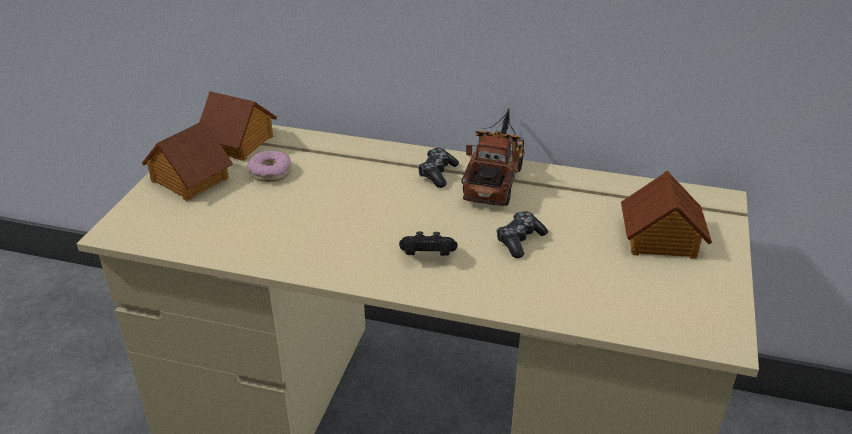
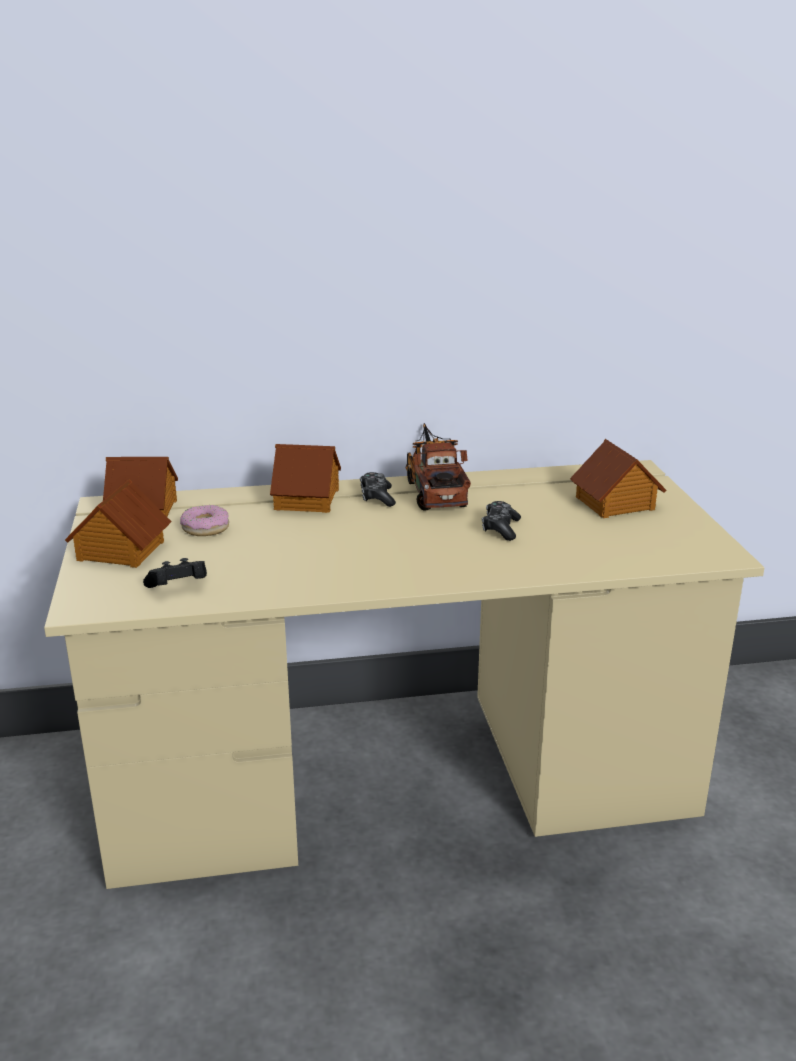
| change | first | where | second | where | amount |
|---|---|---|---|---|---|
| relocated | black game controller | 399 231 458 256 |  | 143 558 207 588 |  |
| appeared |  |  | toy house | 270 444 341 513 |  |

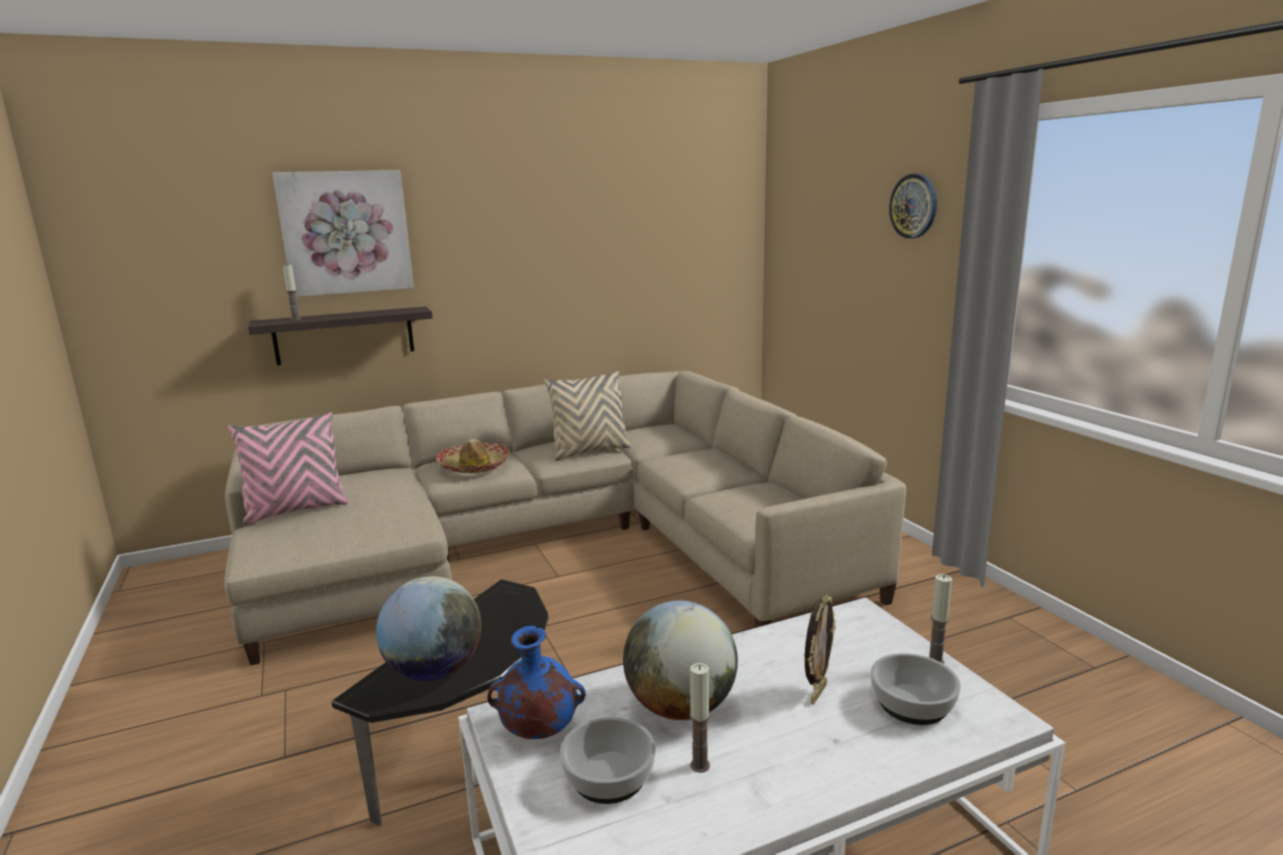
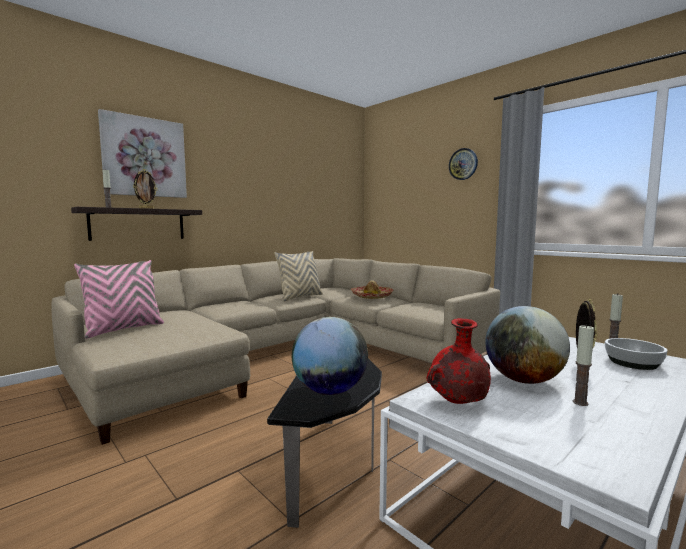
| change | first | where | second | where | amount |
|---|---|---|---|---|---|
| appeared |  |  | picture frame | 133 169 158 209 |  |
| relocated | hat | 436 439 510 473 |  | 351 280 393 299 |  |
| colour | blue vase | 487 626 586 739 | red vase | 427 318 491 404 |  |
| missing | bowl | 560 717 656 804 |  |  |  |

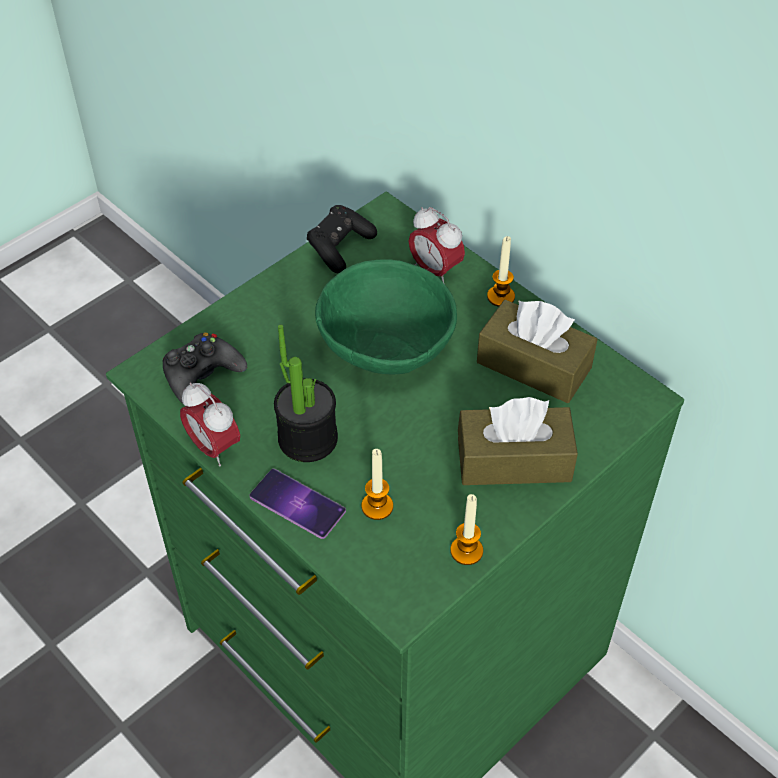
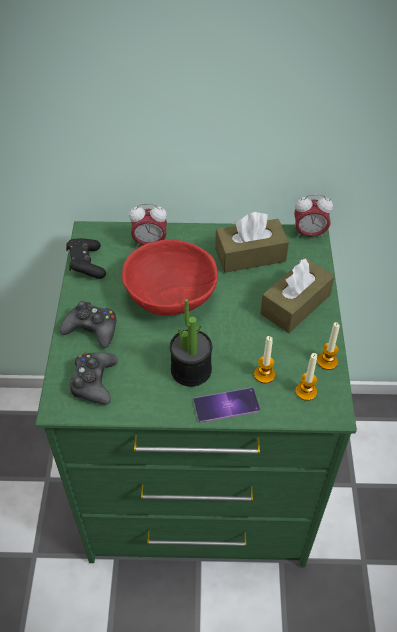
| change | first | where | second | where | amount |
|---|---|---|---|---|---|
| appeared |  |  | black game controller | 60 301 116 348 |  |
| colour | green bowl | 315 259 457 375 | red bowl | 122 239 218 316 |  |
| relocated | alarm clock | 180 382 240 466 |  | 294 194 333 239 |  |
| relocated | candle | 487 236 515 307 |  | 296 353 317 401 |  |

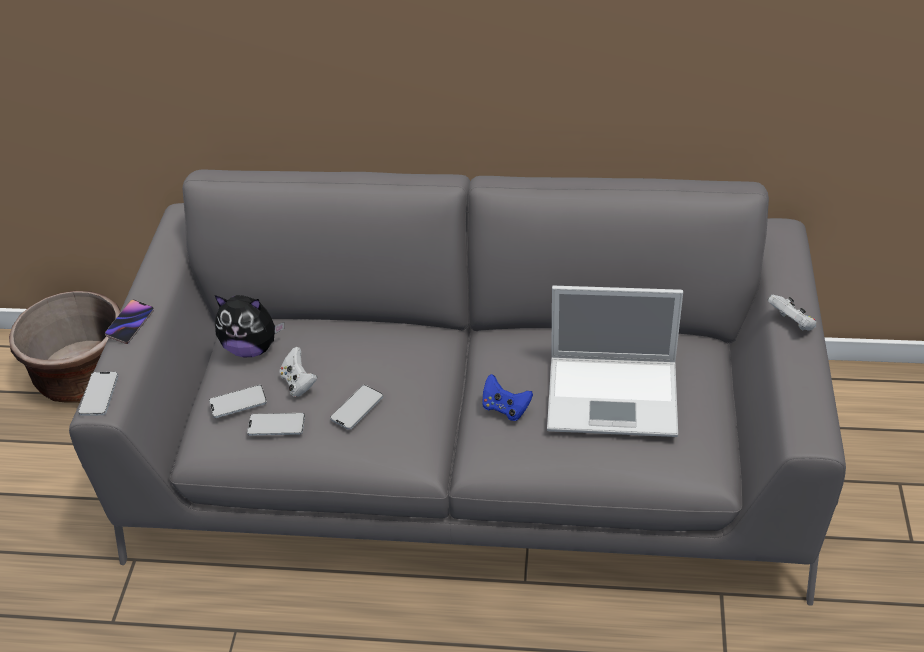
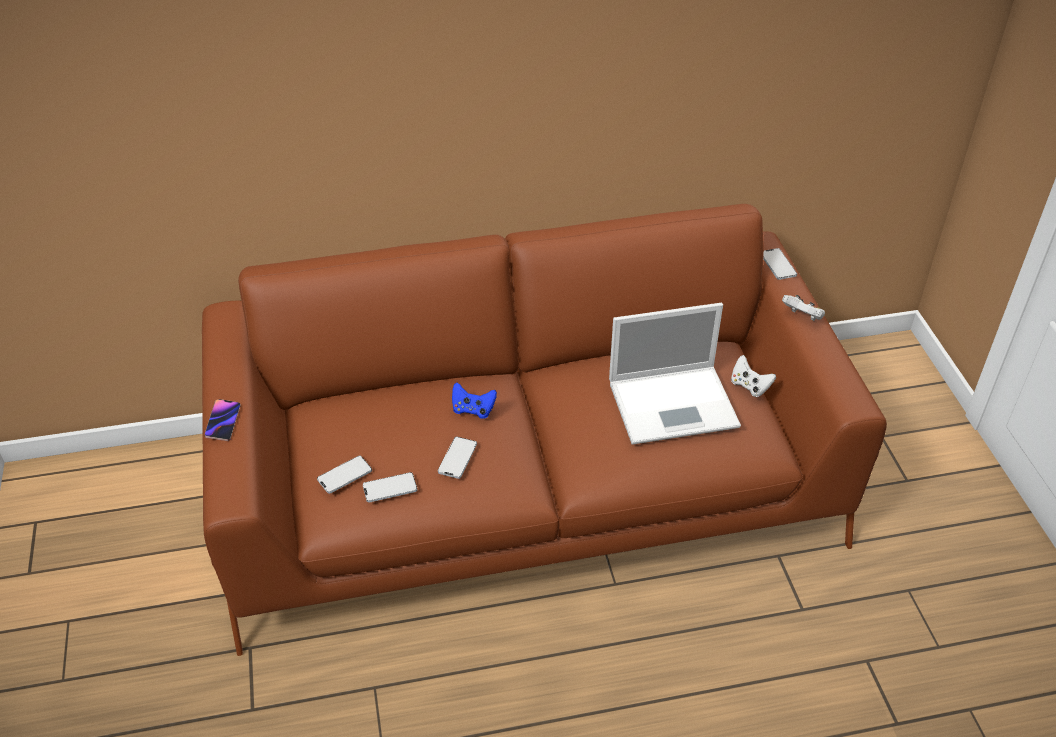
| change | first | where | second | where | amount |
|---|---|---|---|---|---|
| colour | grey sofa | 69 169 846 606 | brown sofa | 202 204 887 656 |  |
| relocated | blue game controller | 482 374 533 421 |  | 452 382 497 419 |  |
| relocated | white game controller | 279 347 317 397 |  | 731 355 776 397 |  |
| relocated | phone | 78 372 119 416 |  | 763 248 797 280 |  |
| missing | brown planter | 9 291 120 403 |  |  |  |
| missing | plush toy | 215 295 284 357 |  |  |  |

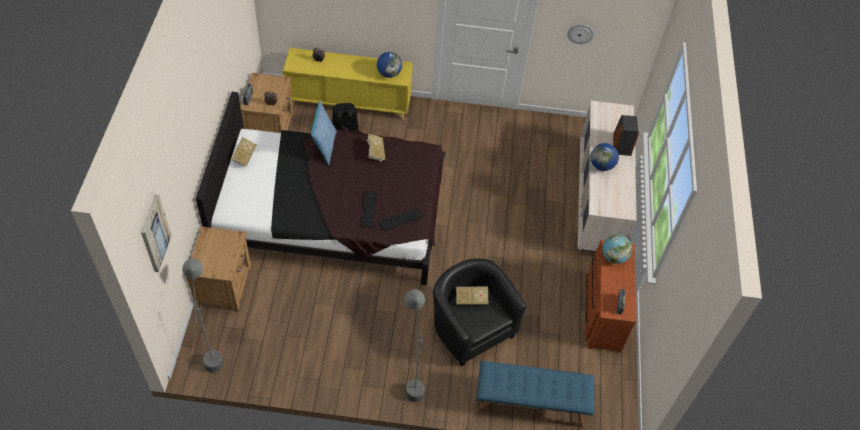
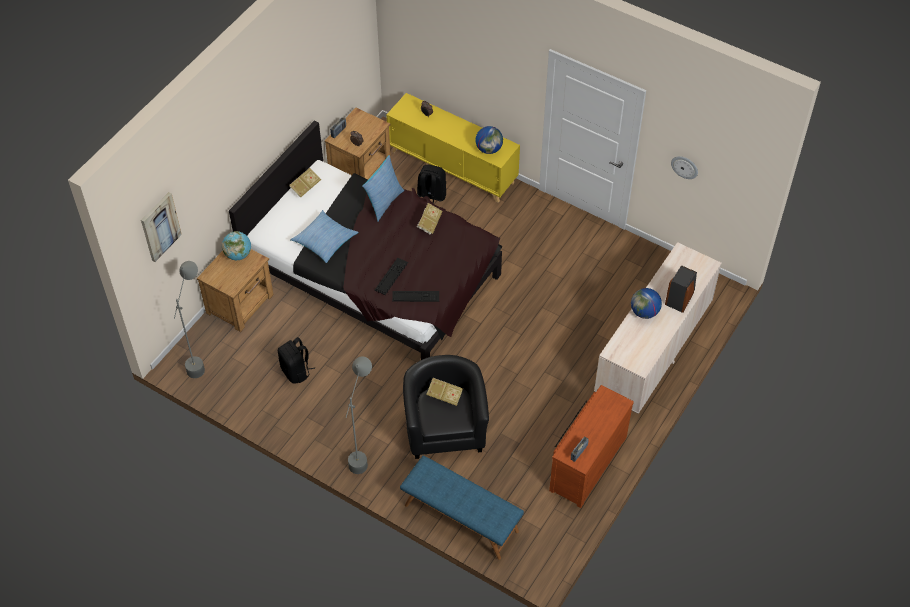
| change | first | where | second | where | amount |
|---|---|---|---|---|---|
| relocated | globe | 602 234 632 264 |  | 222 231 251 260 |  |
| appeared |  |  | black backpack | 278 337 315 383 |  |
| appeared |  |  | pillow | 290 210 358 263 |  |

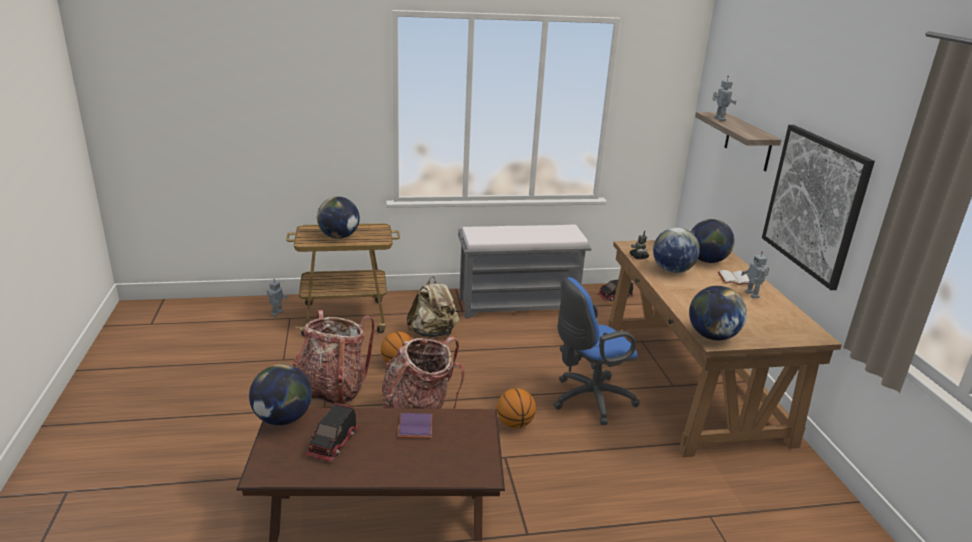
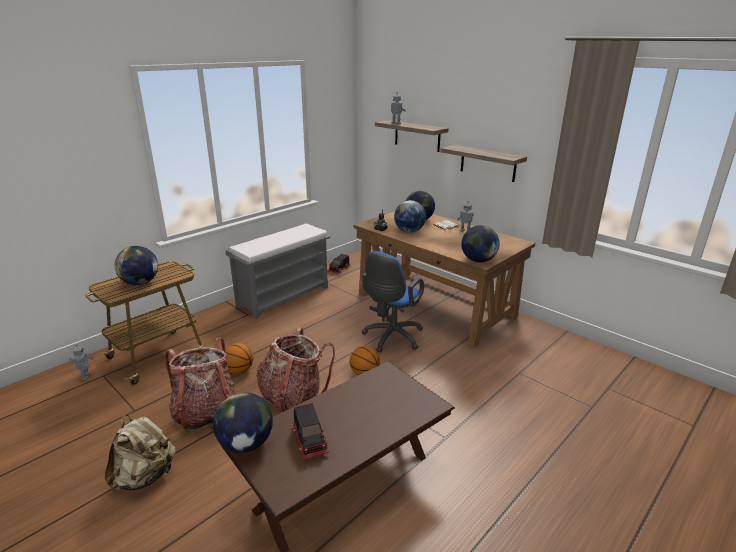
| change | first | where | second | where | amount |
|---|---|---|---|---|---|
| relocated | beige backpack | 407 276 459 337 |  | 105 414 176 491 |  |
| exchanged | picture | 762 125 875 290 | shelf | 440 145 527 182 |  |
| missing | purple book | 397 413 433 438 |  |  |  |

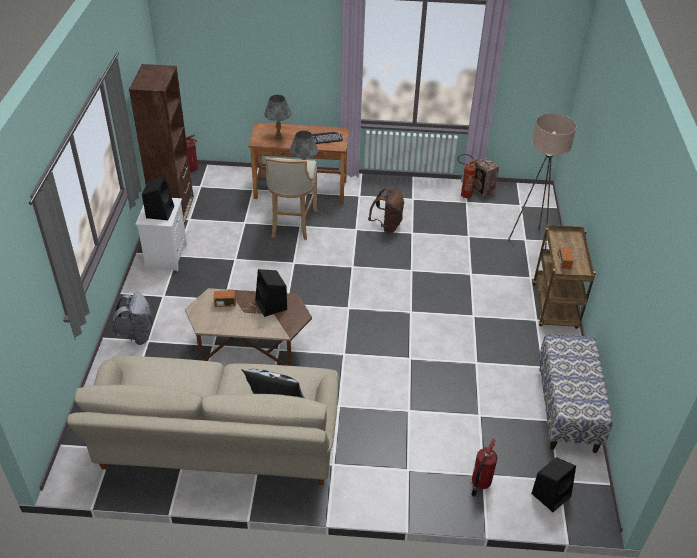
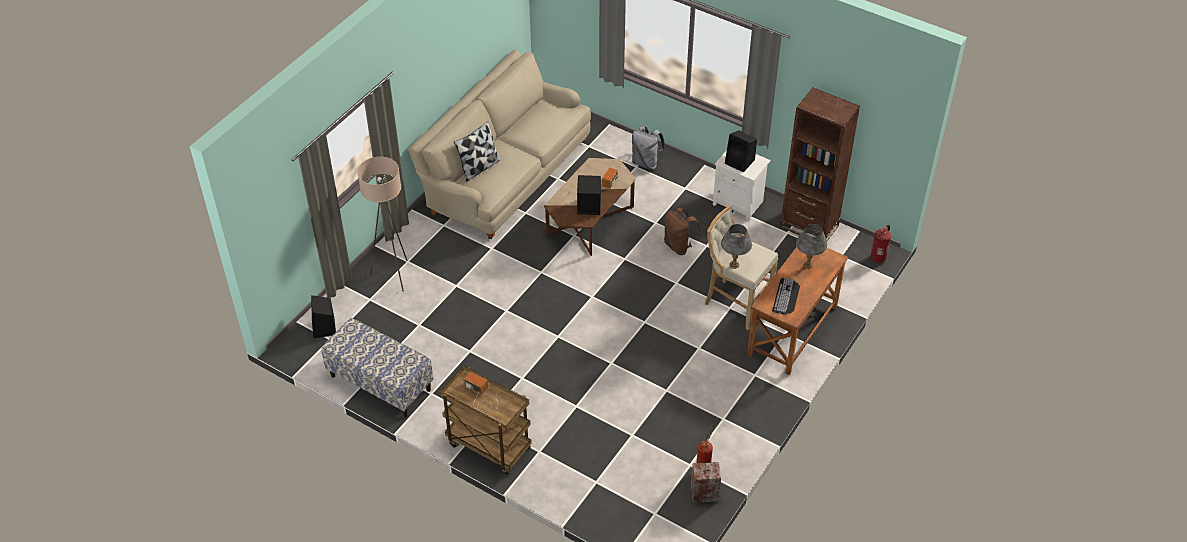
| change | first | where | second | where | amount |
|---|---|---|---|---|---|
| relocated | beige floor lamp | 508 113 577 249 |  | 357 157 408 291 |  |
| relocated | brown backpack | 368 187 404 234 |  | 664 208 702 255 |  |
| missing | fire extinguisher | 471 439 497 497 |  |  |  |

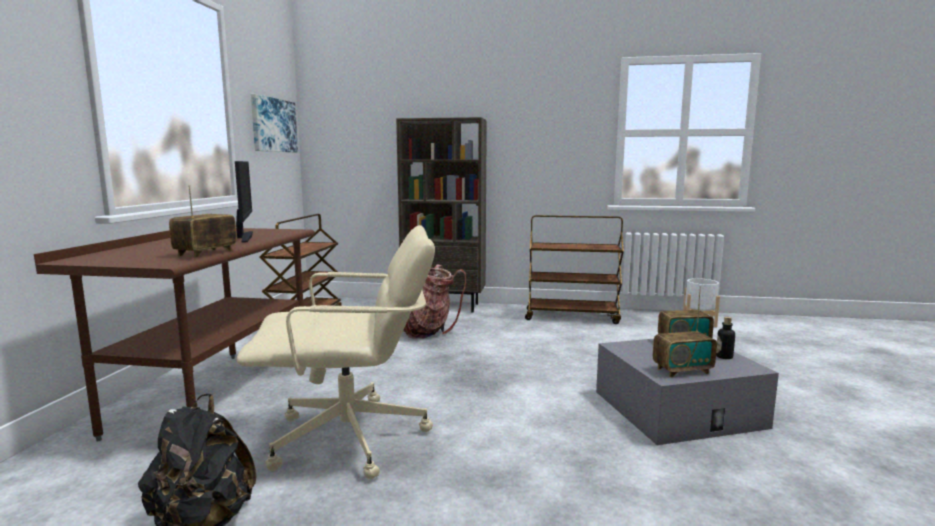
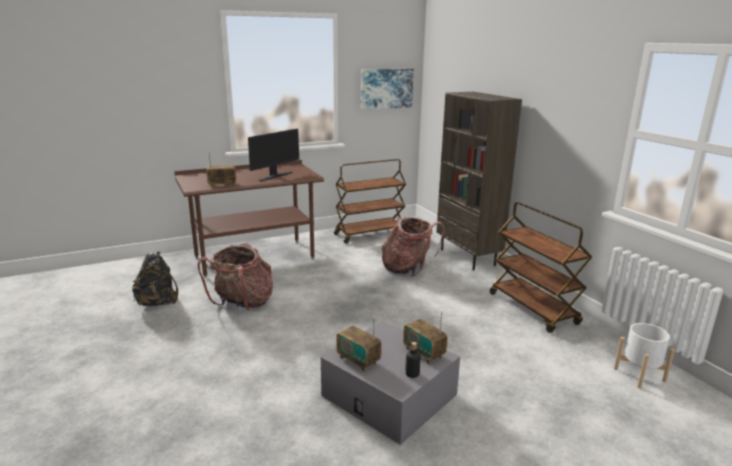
| change | first | where | second | where | amount |
|---|---|---|---|---|---|
| exchanged | beige office chair | 236 225 435 479 | backpack | 198 243 273 311 |  |

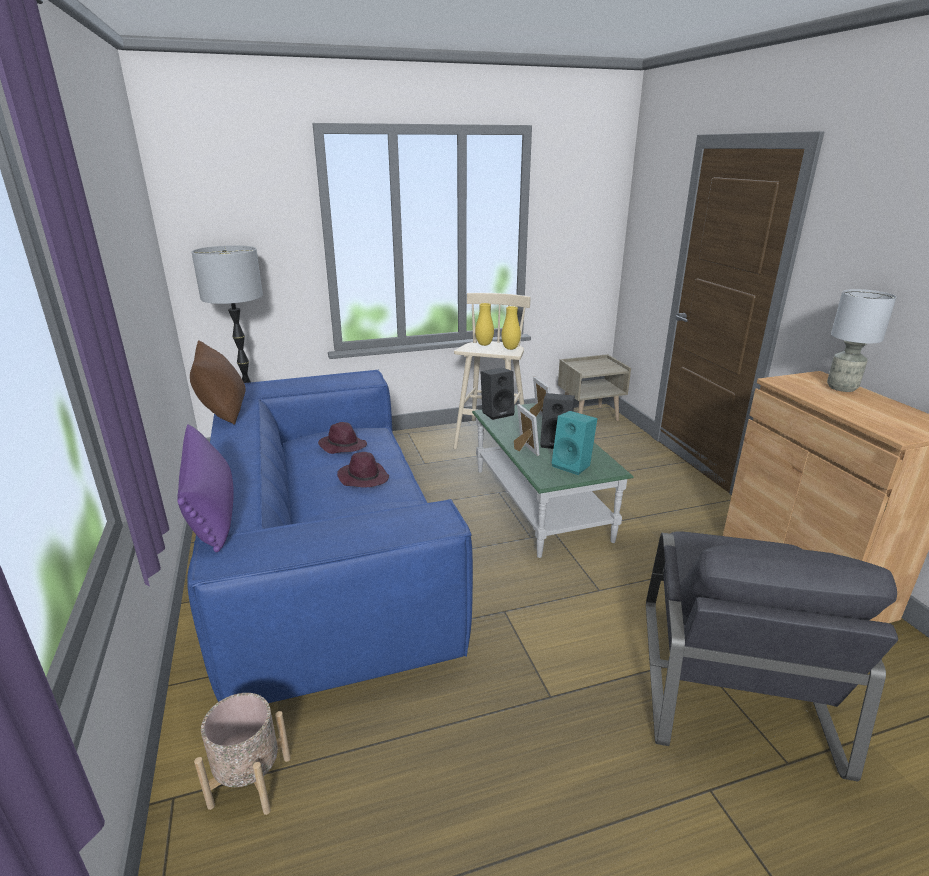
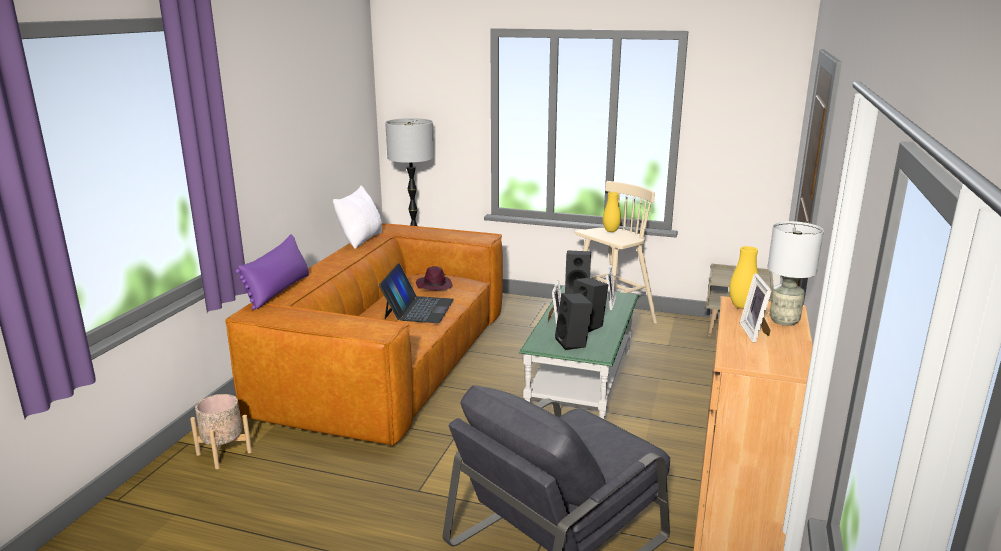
| change | first | where | second | where | amount |
|---|---|---|---|---|---|
| colour | blue sofa | 187 370 473 703 | brown sofa | 225 223 503 447 |  |
| colour | brown pillow | 190 340 246 425 | white pillow | 333 186 382 249 |  |
| exchanged | purple hat | 337 452 389 488 | laptop | 379 263 454 323 |  |
| colour | turquoise speaker | 552 411 597 475 | black speaker | 555 293 593 350 |  |
| relocated | yellow vase | 501 306 521 350 |  | 729 246 758 309 |  |
| appeared |  |  | picture frame | 740 273 772 343 |  |

